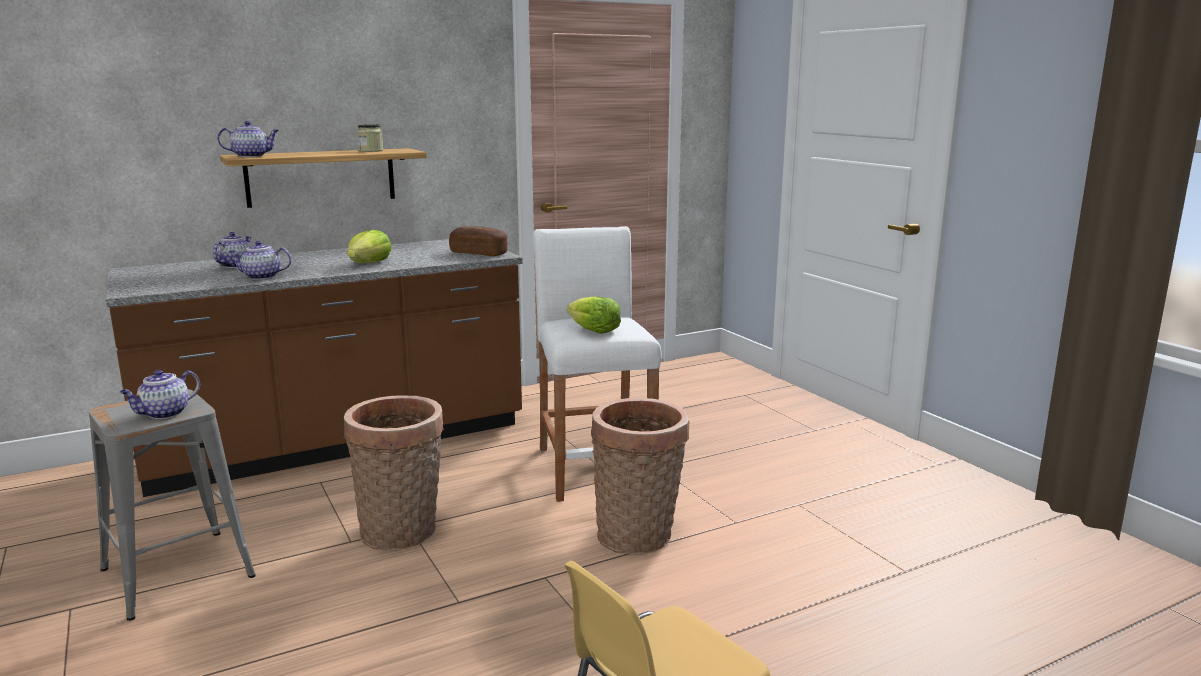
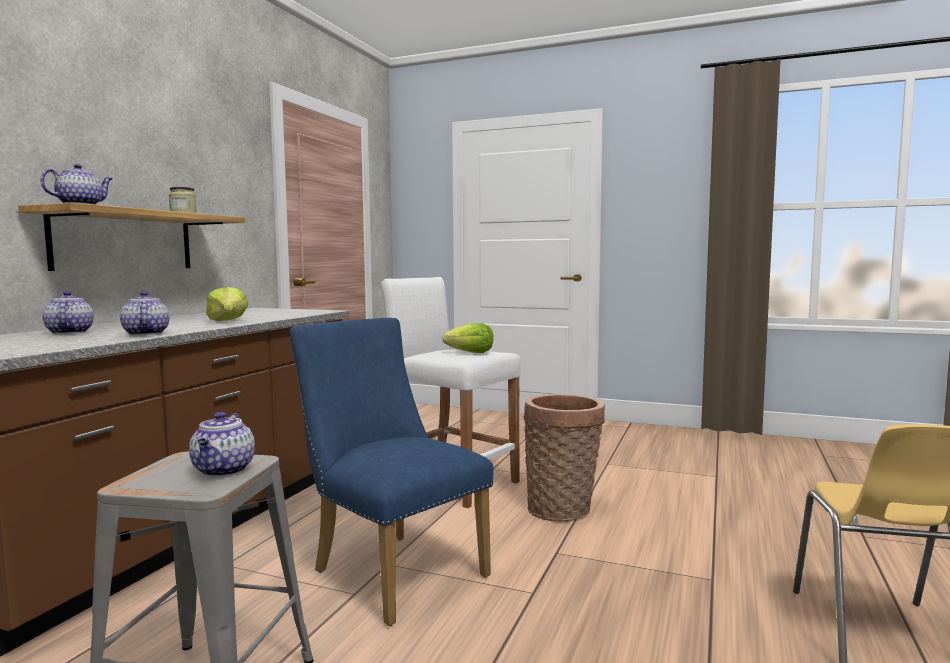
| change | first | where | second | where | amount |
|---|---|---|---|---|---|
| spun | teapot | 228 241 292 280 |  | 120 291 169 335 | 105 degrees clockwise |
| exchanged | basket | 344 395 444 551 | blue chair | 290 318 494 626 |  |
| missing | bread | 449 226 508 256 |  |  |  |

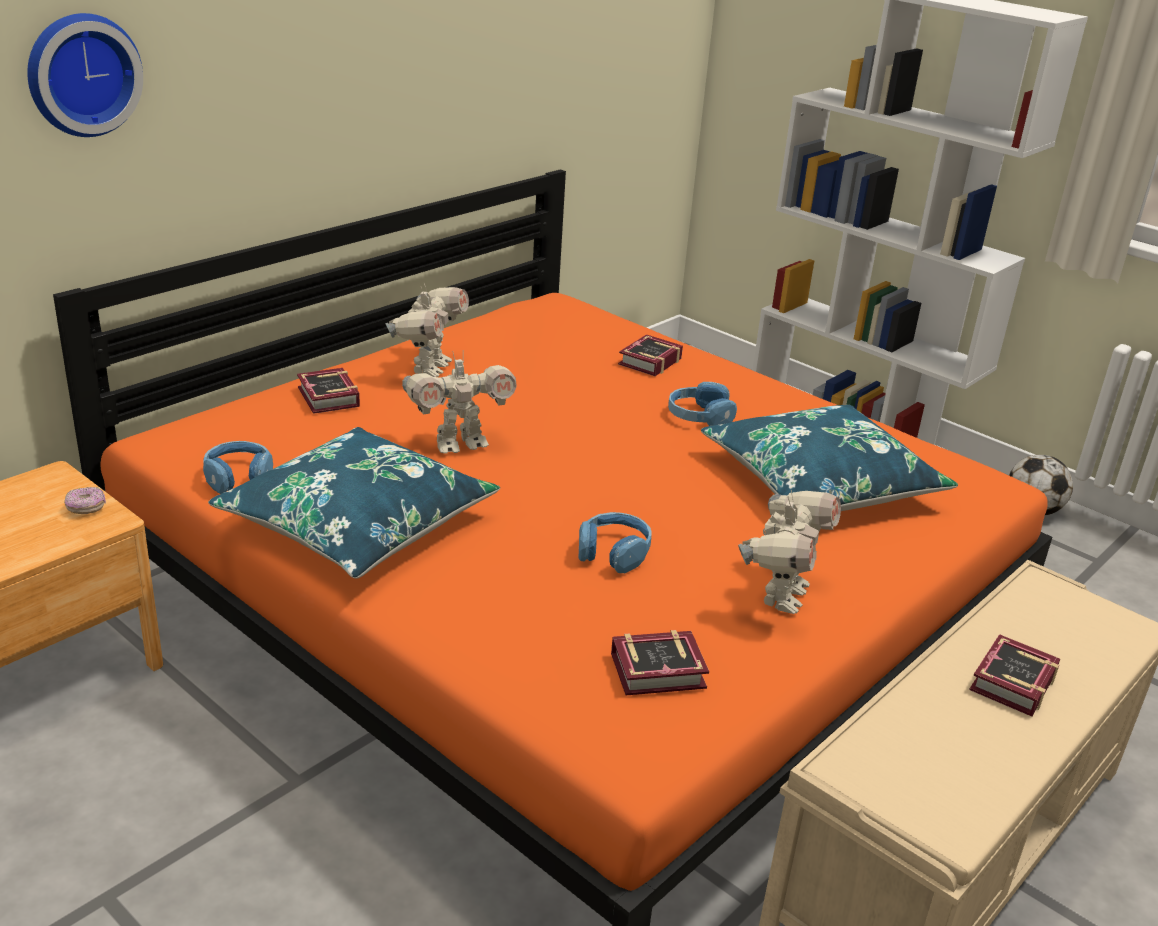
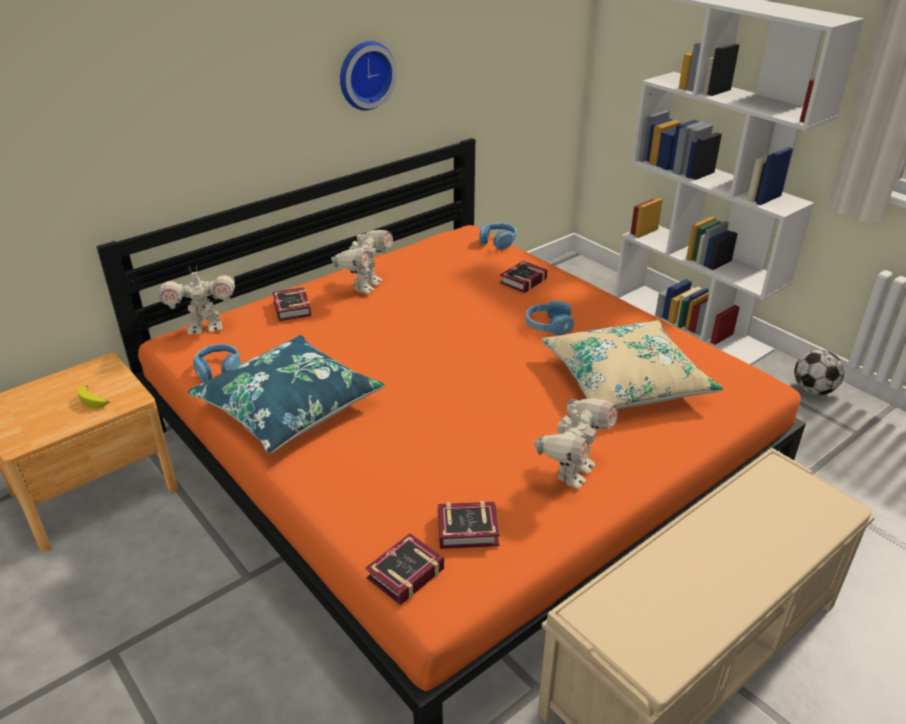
| change | first | where | second | where | amount |
|---|---|---|---|---|---|
| appeared |  |  | banana | 77 385 110 408 |  |
| relocated | toy robot | 402 353 517 454 |  | 159 265 235 335 |  |
| relocated | wall clock | 27 13 143 137 |  | 340 41 397 111 |  |
| relocated | book | 969 634 1060 717 |  | 365 533 444 605 |  |
| relocated | blue headphones | 578 512 652 573 |  | 479 223 517 250 |  |
| colour | blue pillow | 701 405 958 511 | beige pillow | 541 320 723 409 |  |
| missing | donut | 64 487 106 514 |  |  |  |

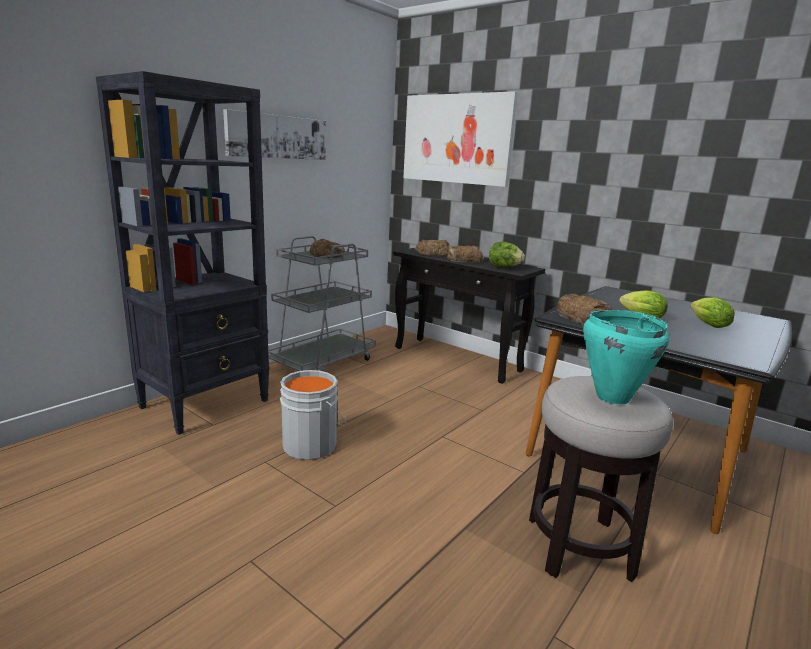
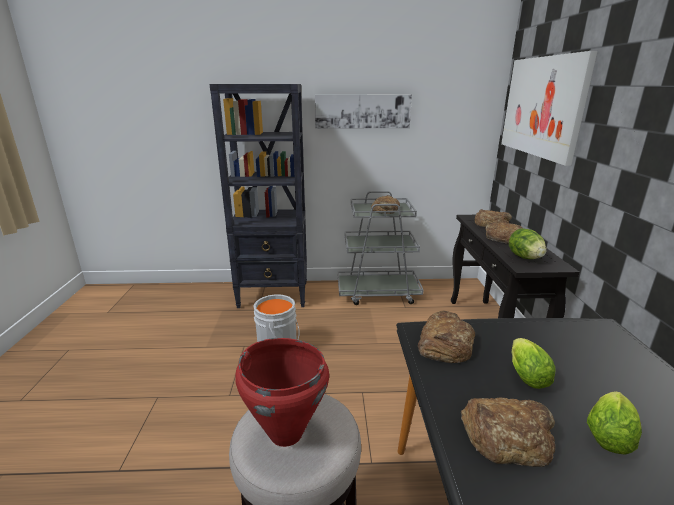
| change | first | where | second | where | amount |
|---|---|---|---|---|---|
| colour | turquoise cooking pot | 583 310 669 405 | red cooking pot | 235 338 329 447 |  |
| appeared |  |  | bread | 461 397 555 467 |  |

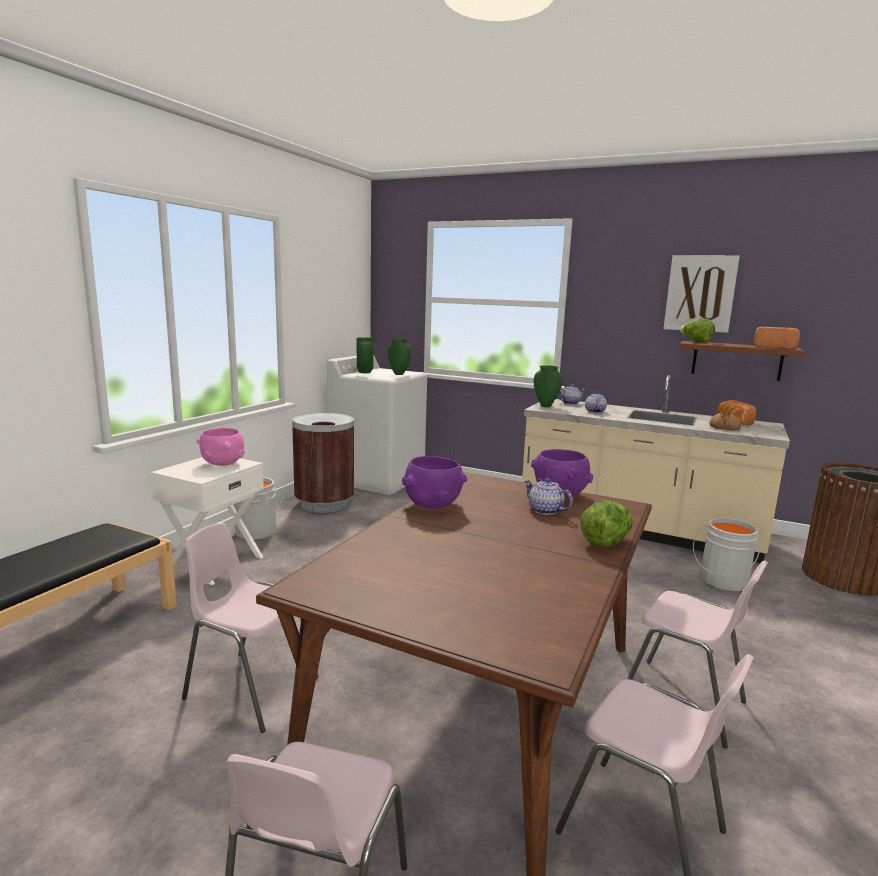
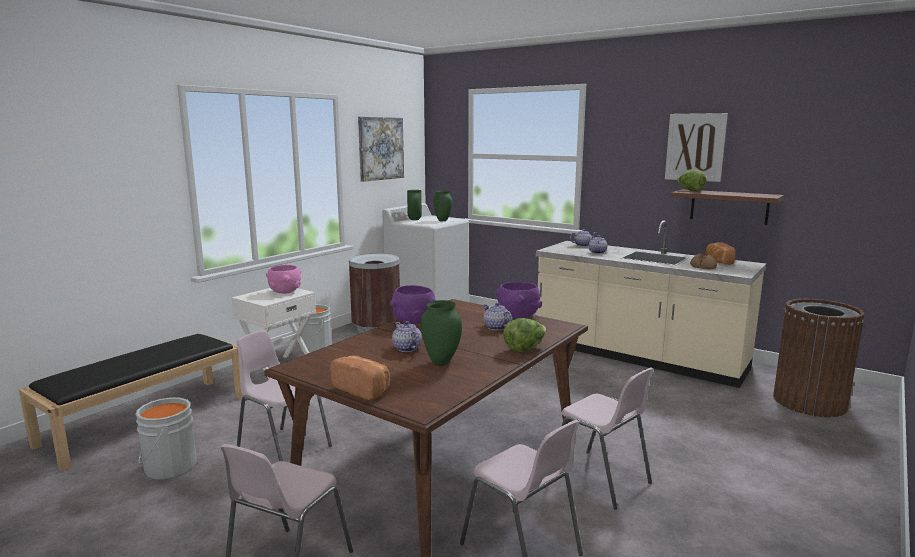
| change | first | where | second | where | amount |
|---|---|---|---|---|---|
| relocated | grey bucket | 693 517 759 591 |  | 135 397 197 480 |  |
| relocated | bread | 754 327 800 349 |  | 330 356 390 400 |  |
| appeared |  |  | picture | 358 117 404 182 |  |
| appeared |  |  | teapot | 392 321 422 352 |  |
| relocated | green vase | 534 365 563 407 |  | 421 300 462 366 |  |

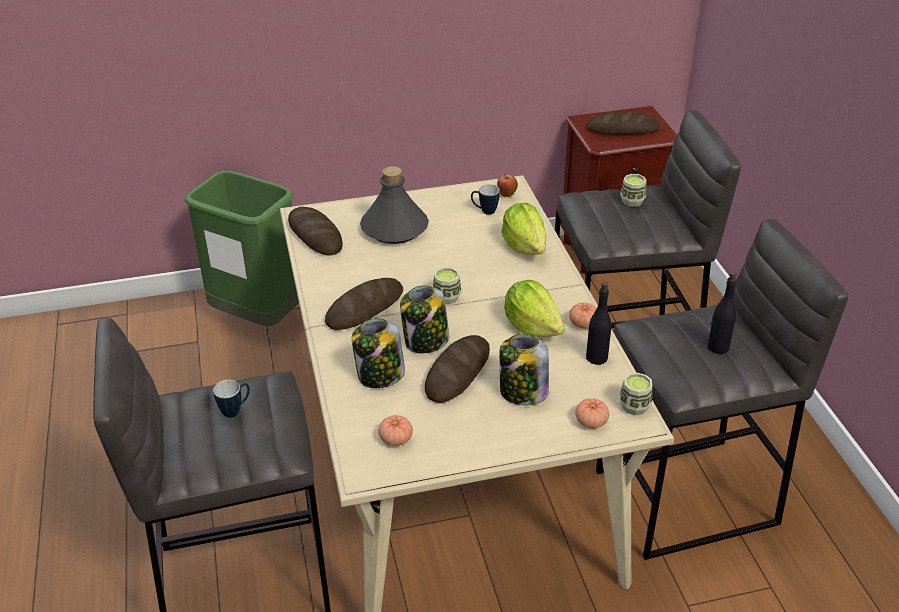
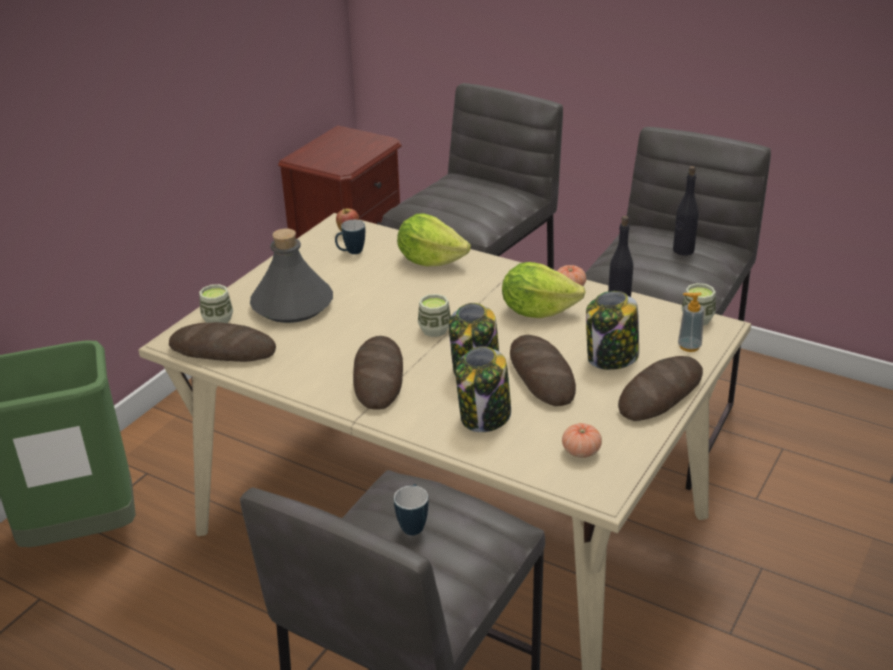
| change | first | where | second | where | amount |
|---|---|---|---|---|---|
| relocated | cup | 620 174 647 207 |  | 199 284 233 323 |  |
| relocated | bread | 588 112 659 135 |  | 618 356 703 421 |  |
| exchanged | tomato | 575 398 609 429 | soap dispenser | 678 293 704 352 |  |

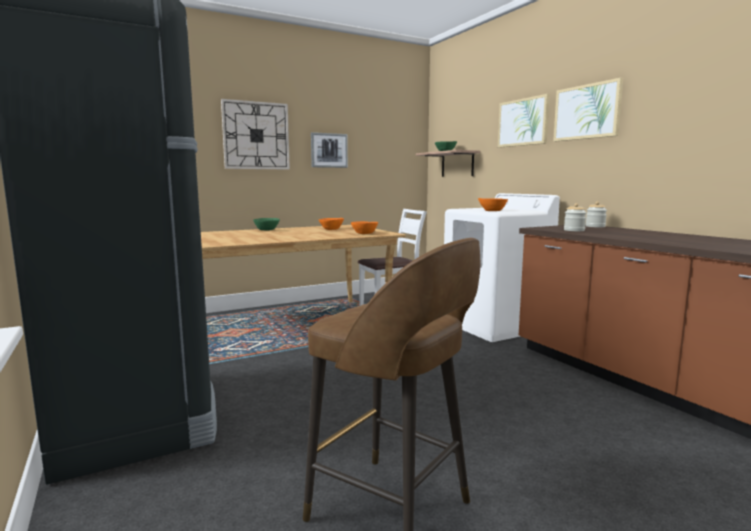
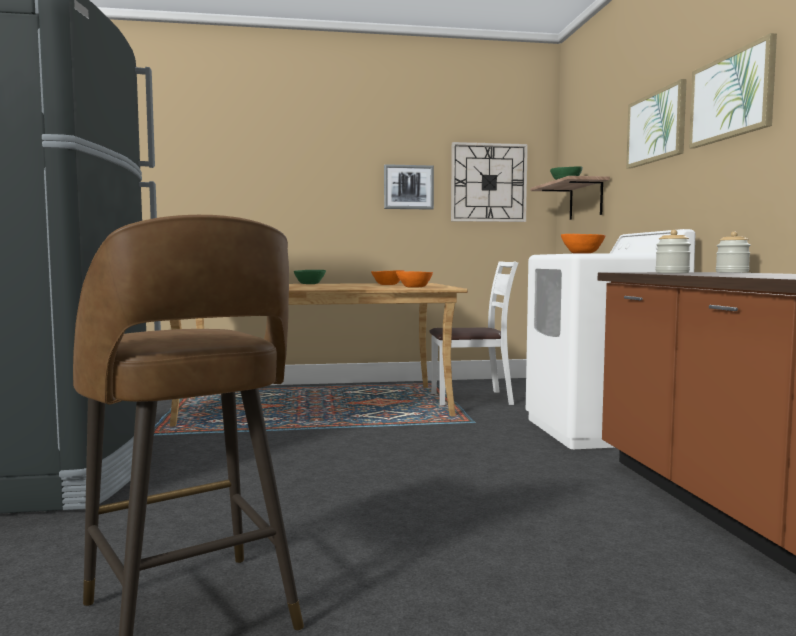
| change | first | where | second | where | amount |
|---|---|---|---|---|---|
| relocated | wall clock | 221 99 290 170 |  | 451 142 528 222 |  |

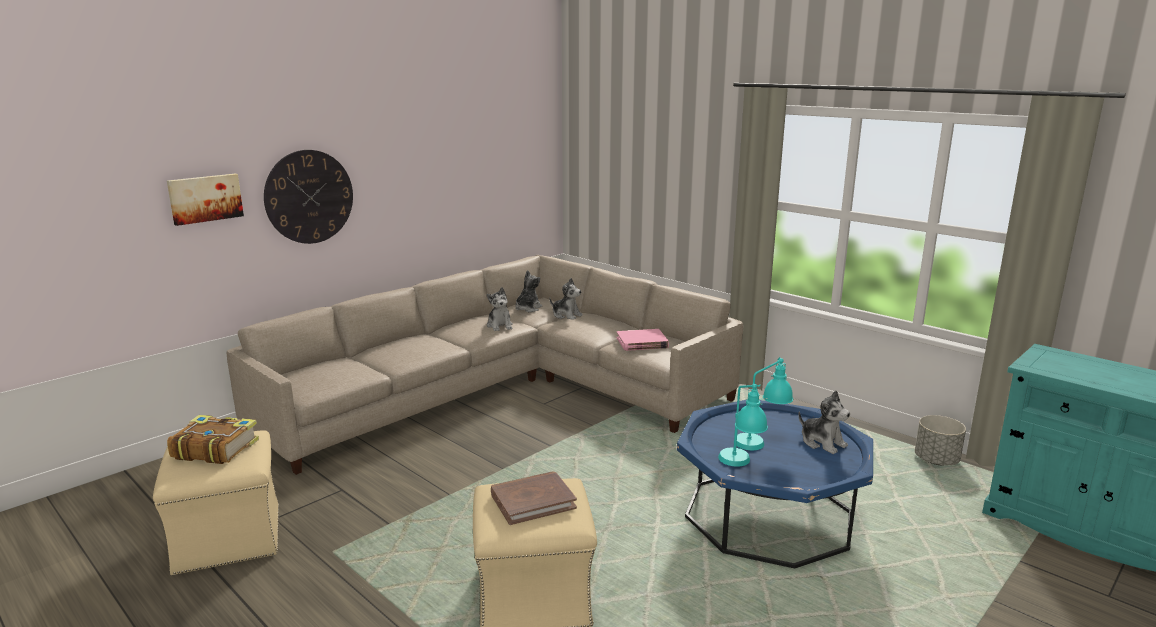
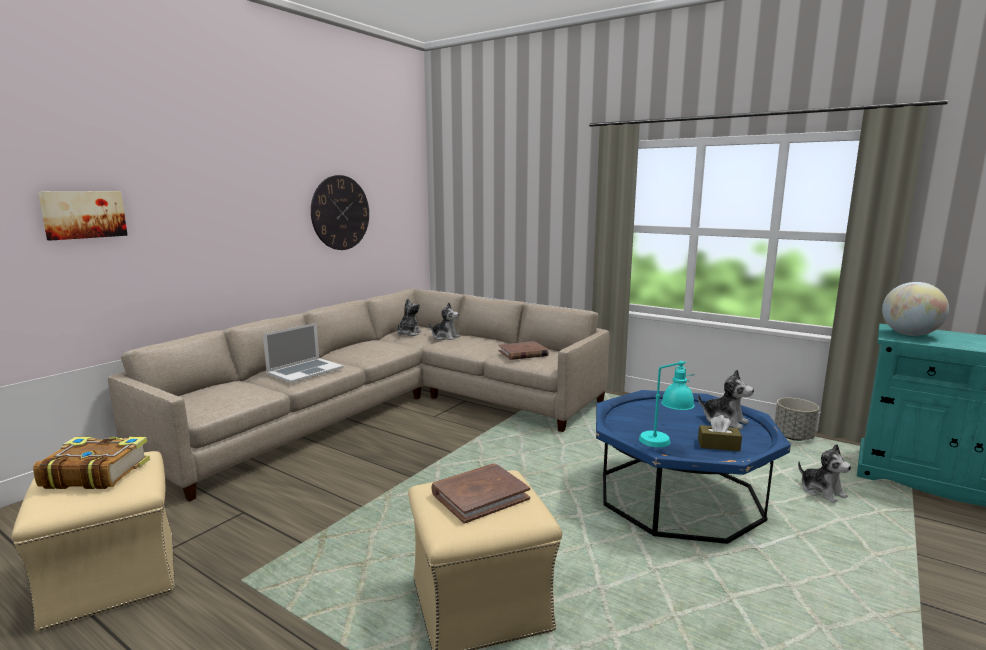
| change | first | where | second | where | amount |
|---|---|---|---|---|---|
| appeared |  |  | laptop | 263 323 344 383 |  |
| relocated | wall clock | 264 150 353 244 |  | 311 175 369 250 |  |
| colour | pink book | 617 329 669 351 | brown book | 499 341 549 360 |  |
| appeared |  |  | brown tissue box | 698 415 742 451 |  |
| relocated | plush toy | 486 287 513 331 |  | 798 444 851 503 |  |
| appeared |  |  | globe | 882 282 949 336 |  |
| missing | turquoise table lamp | 736 357 793 450 |  |  |  |

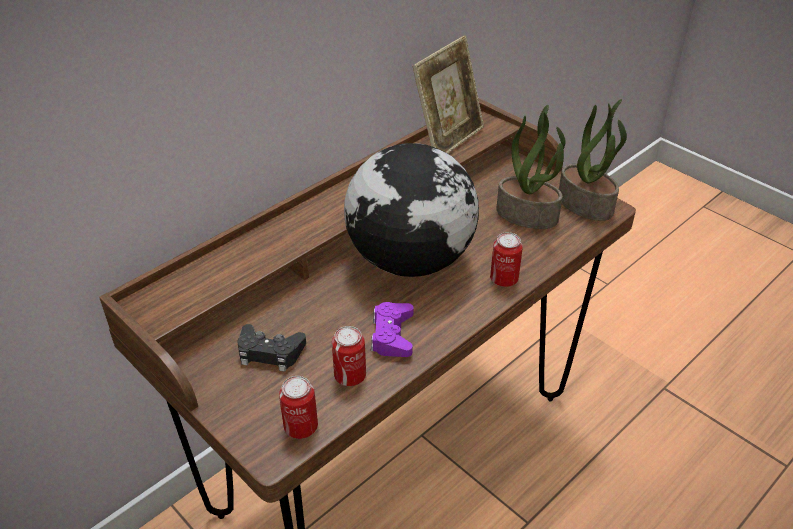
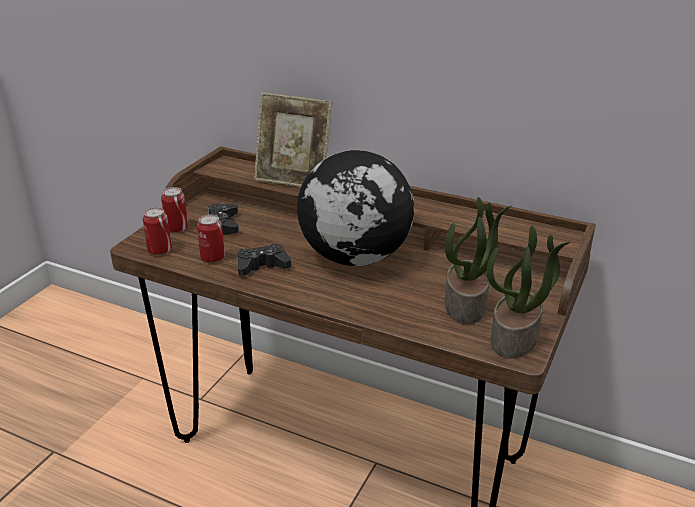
| change | first | where | second | where | amount |
|---|---|---|---|---|---|
| relocated | can | 490 232 523 287 |  | 161 187 188 233 |  |
| colour | purple game controller | 371 302 414 357 | black game controller | 237 243 291 276 |  |
| relocated | picture frame | 412 35 484 154 |  | 254 92 332 187 |  |

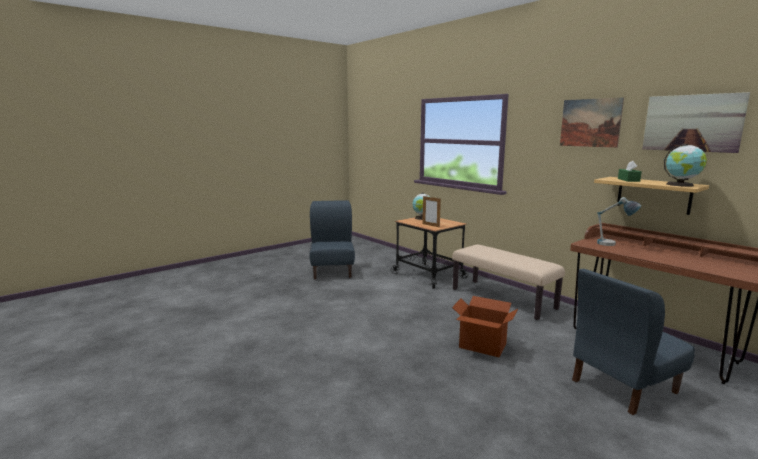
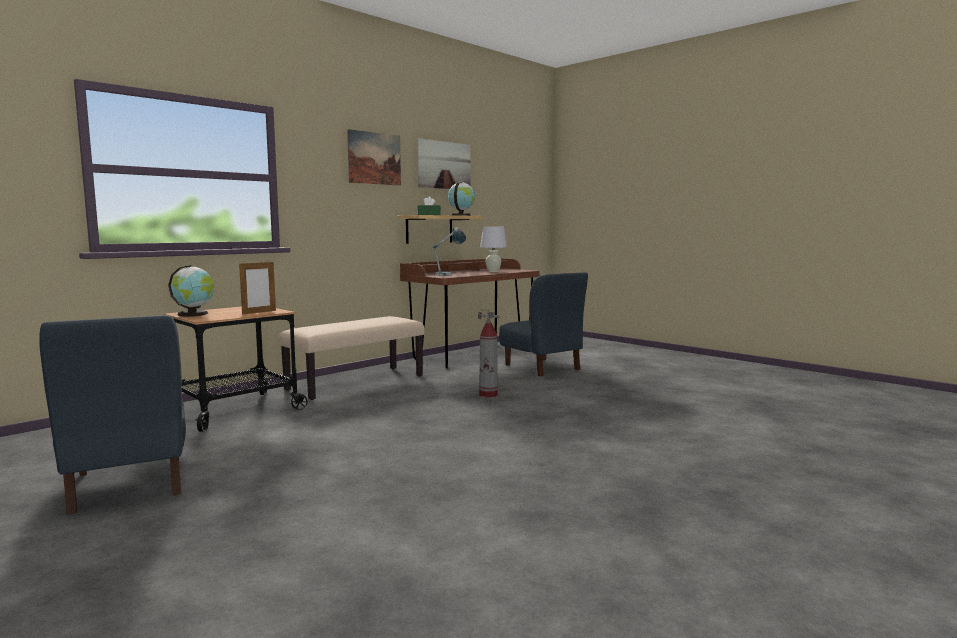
| change | first | where | second | where | amount |
|---|---|---|---|---|---|
| spun | blue chair | 310 200 355 279 |  | 39 315 186 515 | 105 degrees counterclockwise |
| exchanged | cardboard box | 452 296 518 357 | fire extinguisher | 478 309 500 397 |  |
| appeared |  |  | white table lamp | 480 227 507 272 |  |

